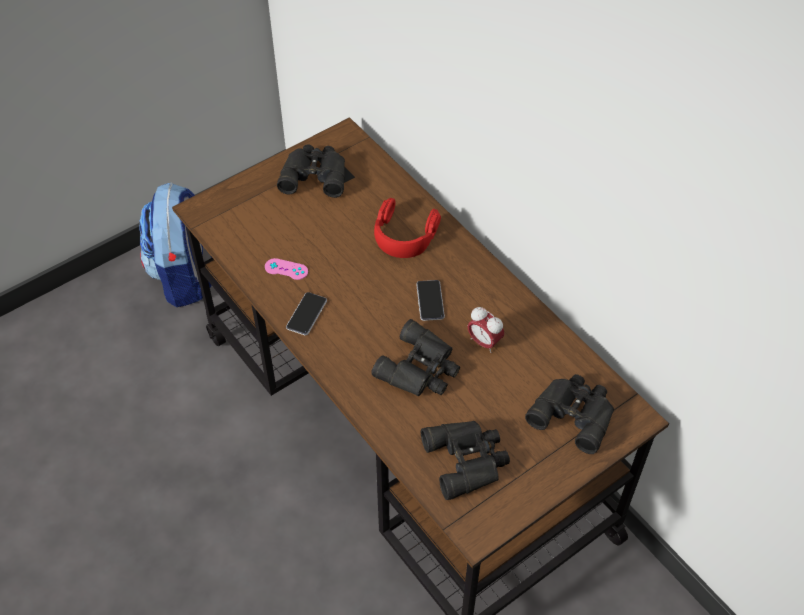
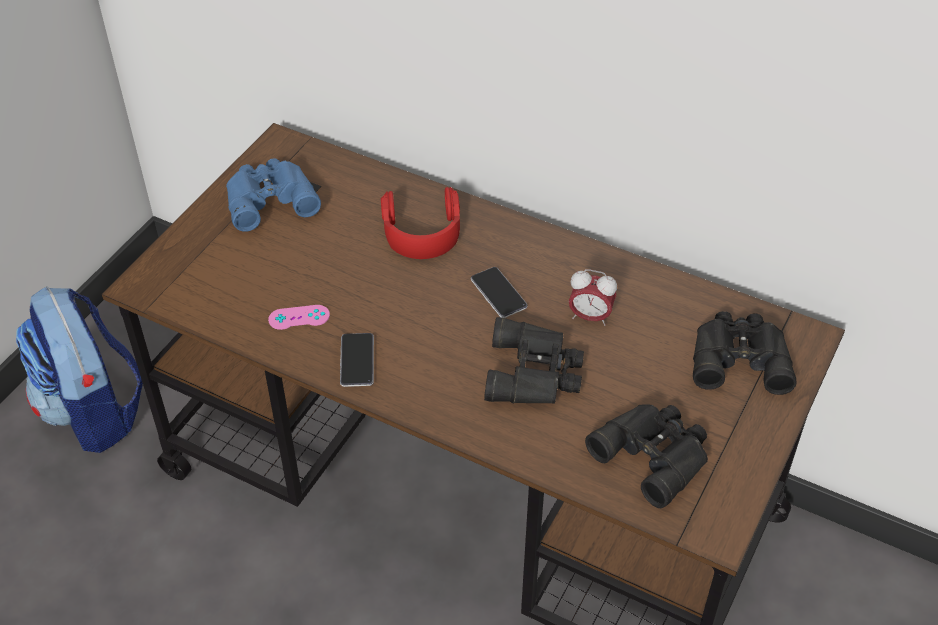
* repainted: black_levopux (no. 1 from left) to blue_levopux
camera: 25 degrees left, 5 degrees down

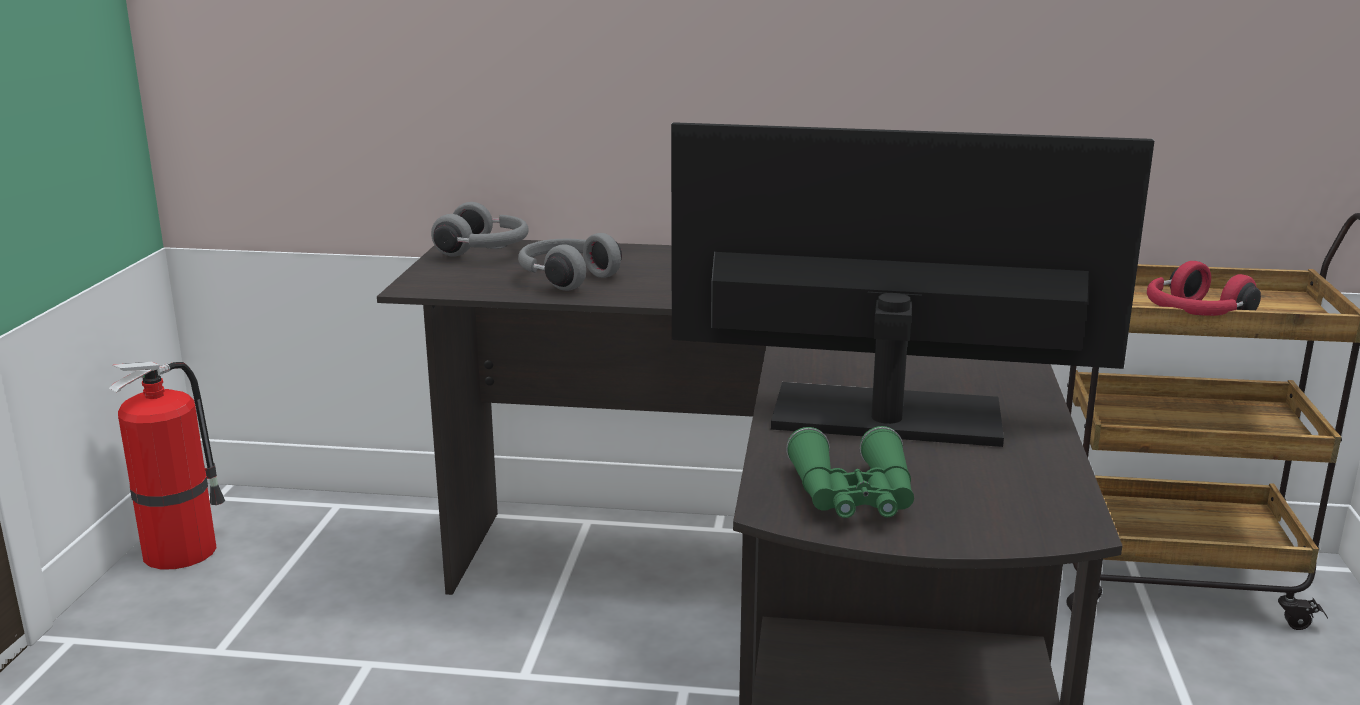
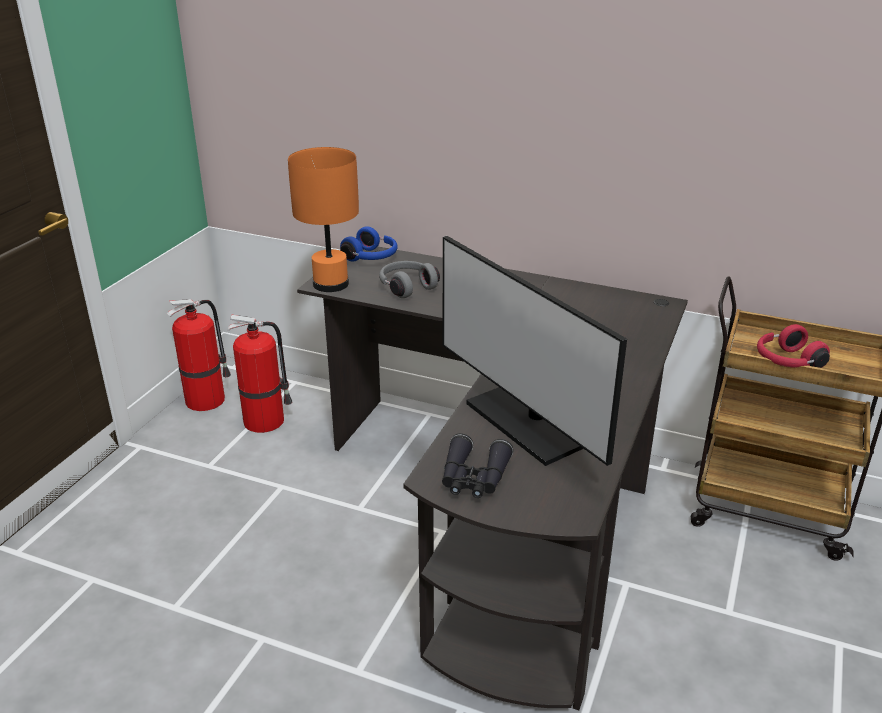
* rotated: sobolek 150 degrees counterclockwise
* repainted: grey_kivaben (no. 1 from left) to blue_kivaben
* repainted: green_levopux to black_levopux
* new: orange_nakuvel
* new: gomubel (no. 2 from left)
camera: 15 degrees right, 10 degrees up

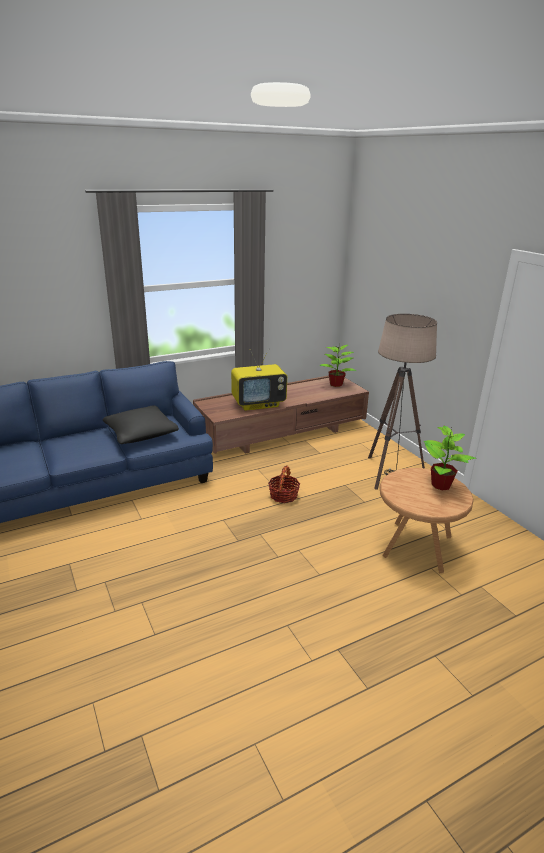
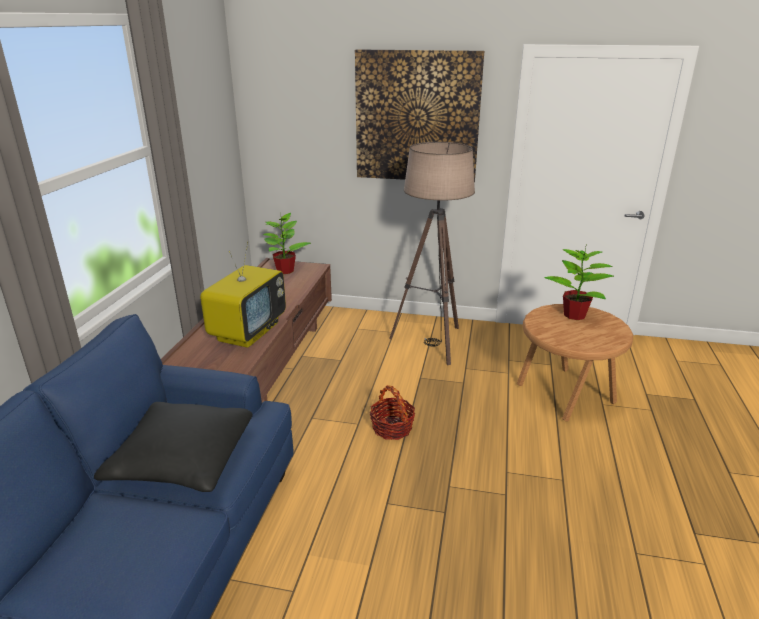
* new: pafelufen
camera: 50 degrees left, 0 degrees up

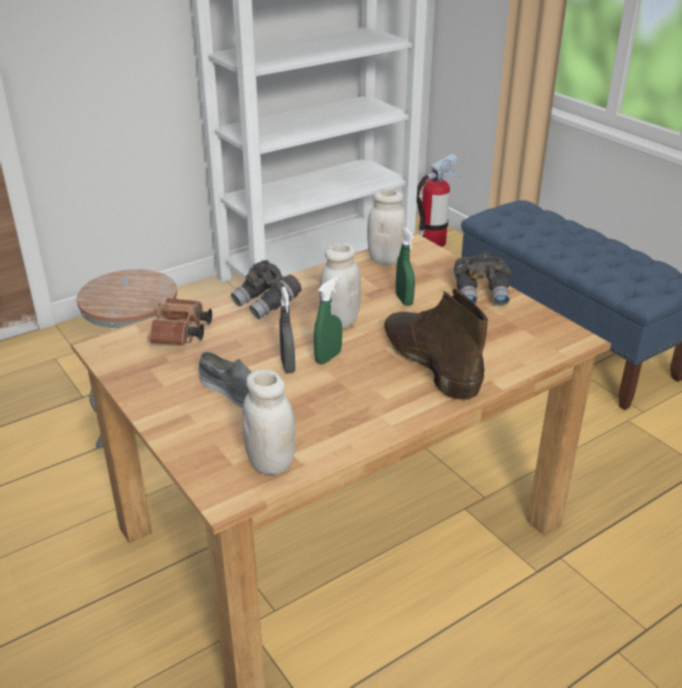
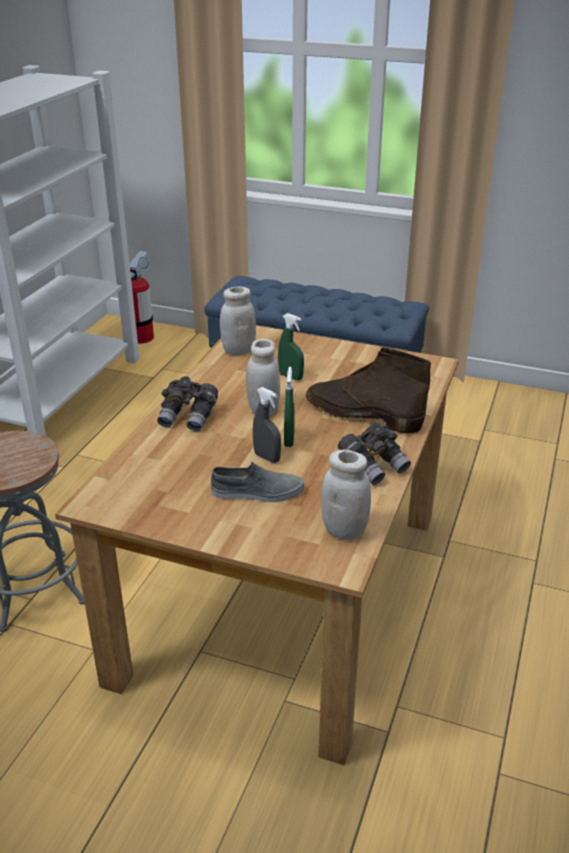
* shifted: grey_levopux (no. 2 from left)
* gone: brown_levopux
camera: 35 degrees left, 0 degrees up

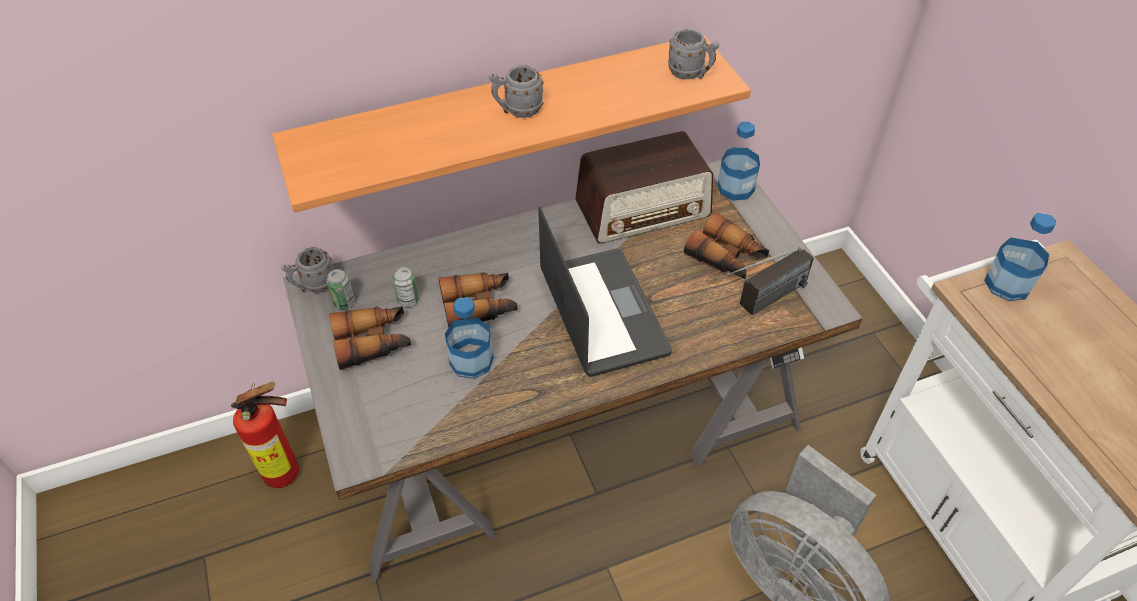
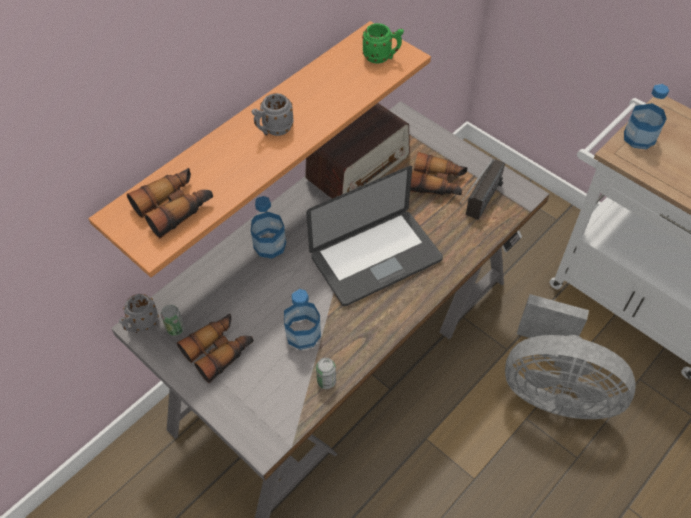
* repainted: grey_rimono (no. 3 from left) to green_rimono
* shifted: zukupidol (no. 2 from left in the first image) to zukupidol (no. 1 from left)
* rotated: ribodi 105 degrees clockwise
* shifted: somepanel (no. 2 from left)
* shifted: levopux (no. 2 from left in the first image) to levopux (no. 1 from left)
* gone: gomubel
camera: 25 degrees left, 5 degrees up

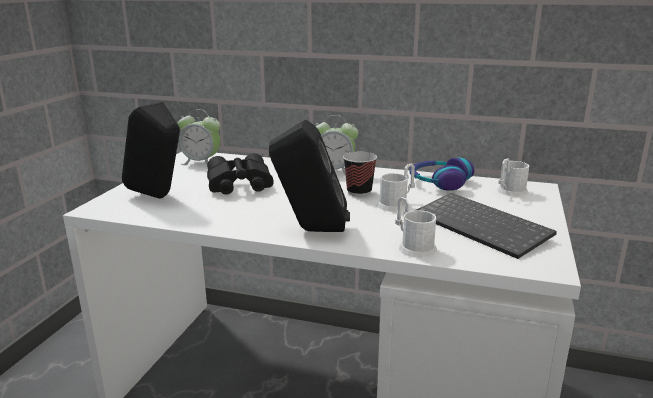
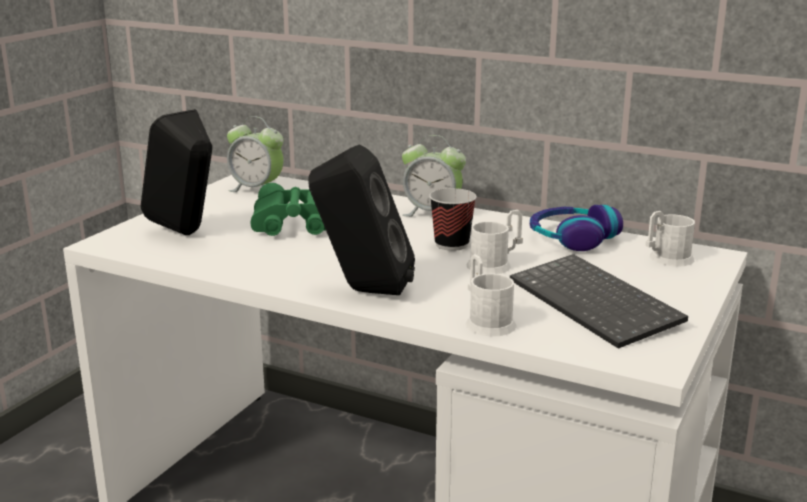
* repainted: black_levopux to green_levopux
camera: 10 degrees right, 0 degrees up

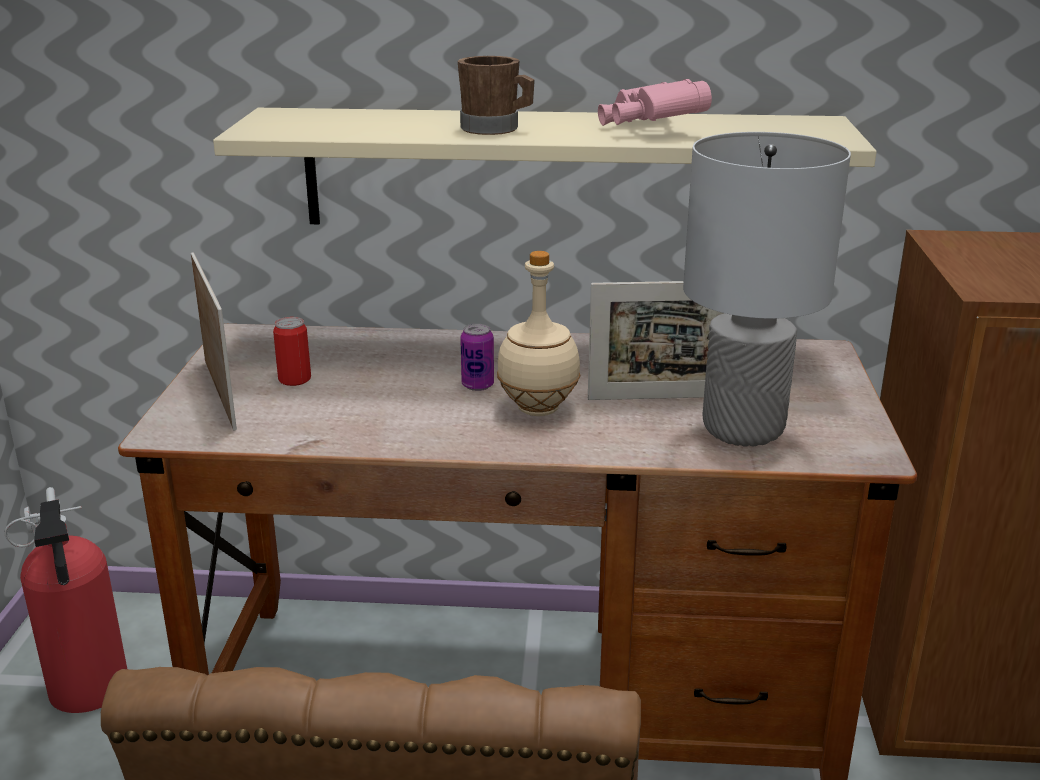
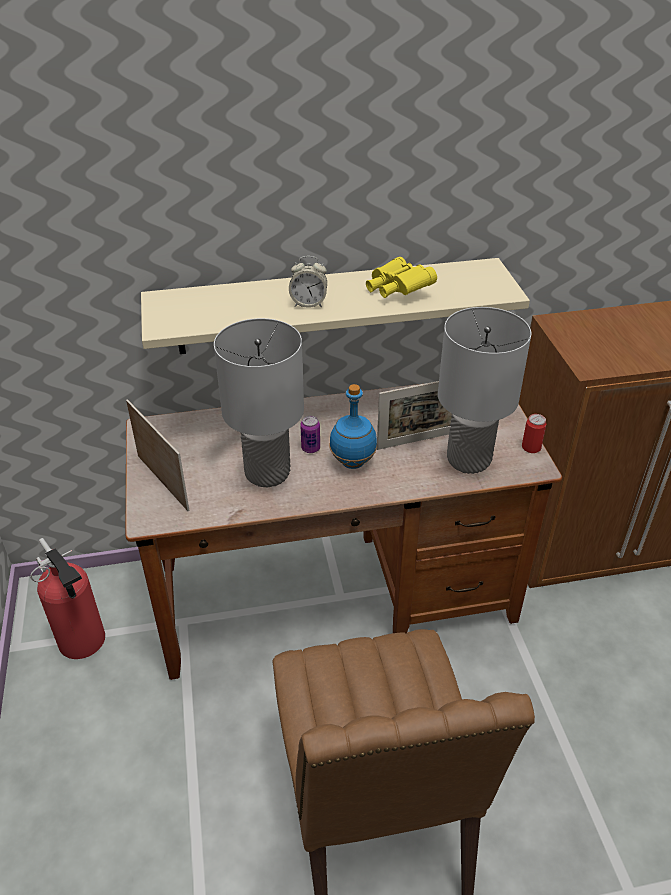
* swapped: brown_rimono to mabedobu
* repainted: pink_levopux to yellow_levopux
* repainted: beige_zukupidol to blue_zukupidol
* shifted: somepanel (no. 1 from left in the first image) to somepanel (no. 2 from left)
* new: grey_nakuvel (no. 1 from left)
camera: 15 degrees left, 15 degrees up

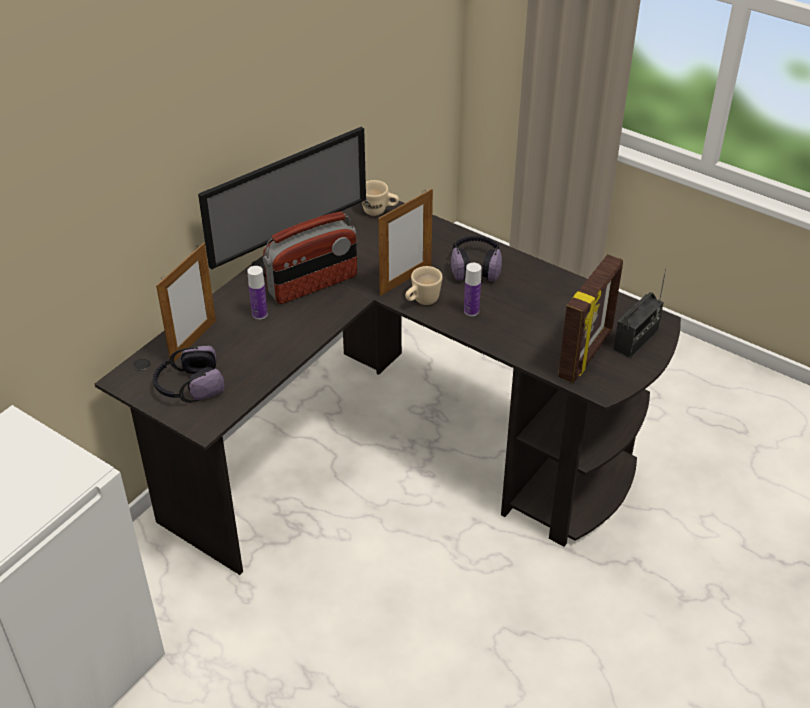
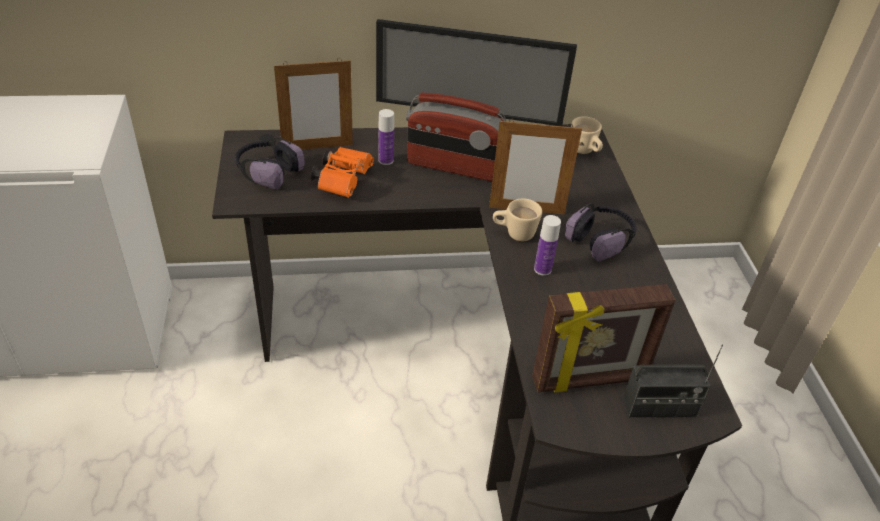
* new: orange_levopux
camera: 45 degrees right, 0 degrees up

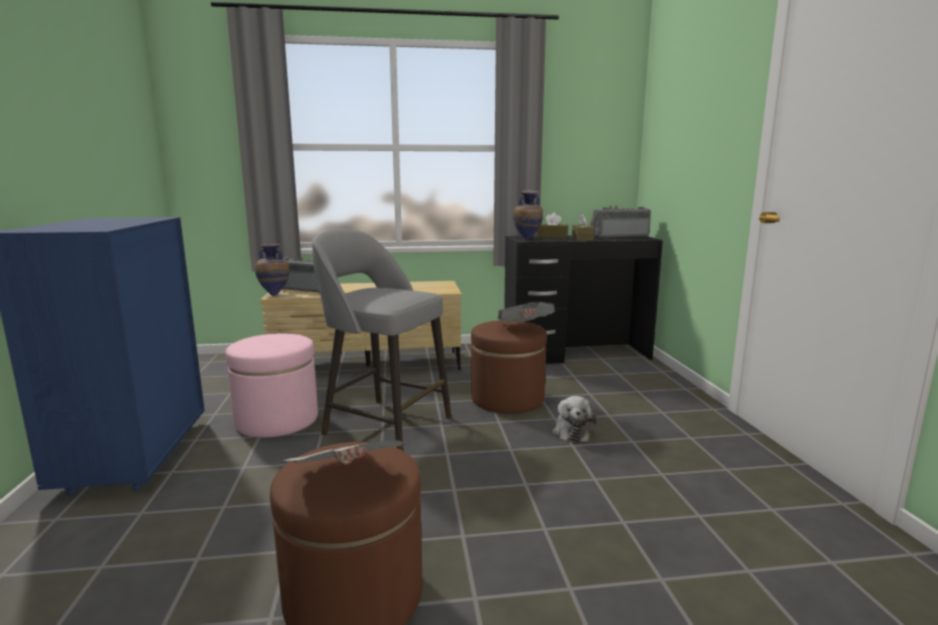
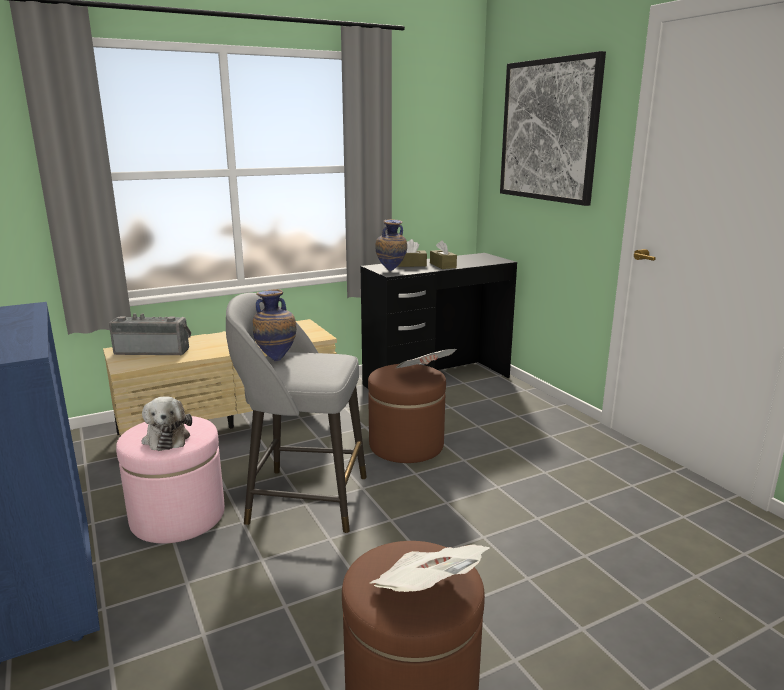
* gone: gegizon (no. 2 from left)
* shifted: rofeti (no. 1 from left)
* shifted: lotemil
* new: pafelufen
camera: 20 degrees left, 5 degrees up

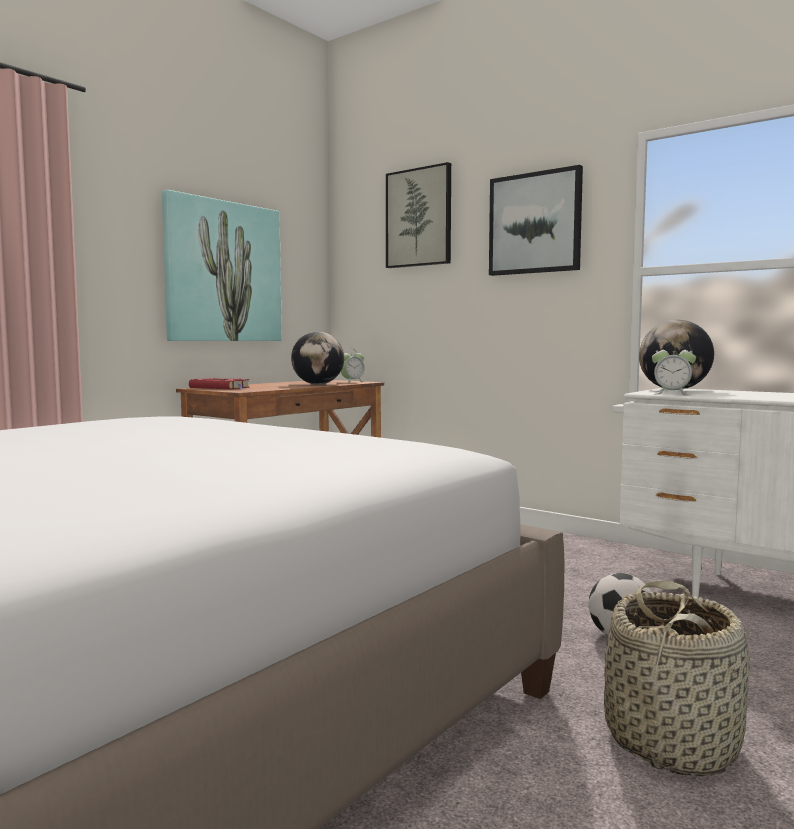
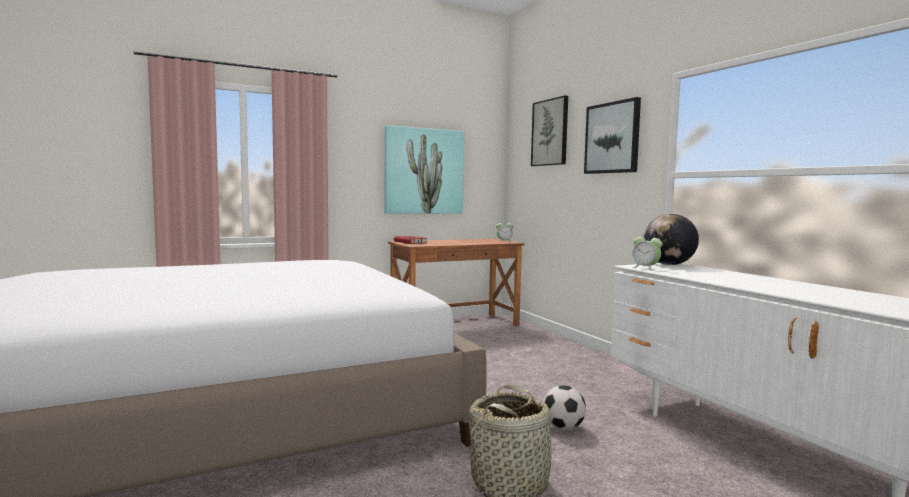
* gone: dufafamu (no. 1 from left)
camera: 25 degrees right, 0 degrees up

